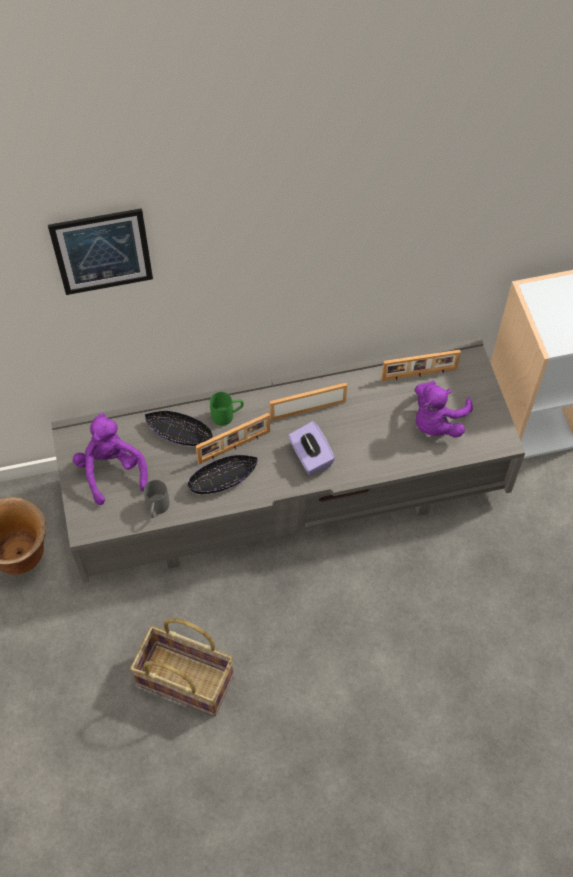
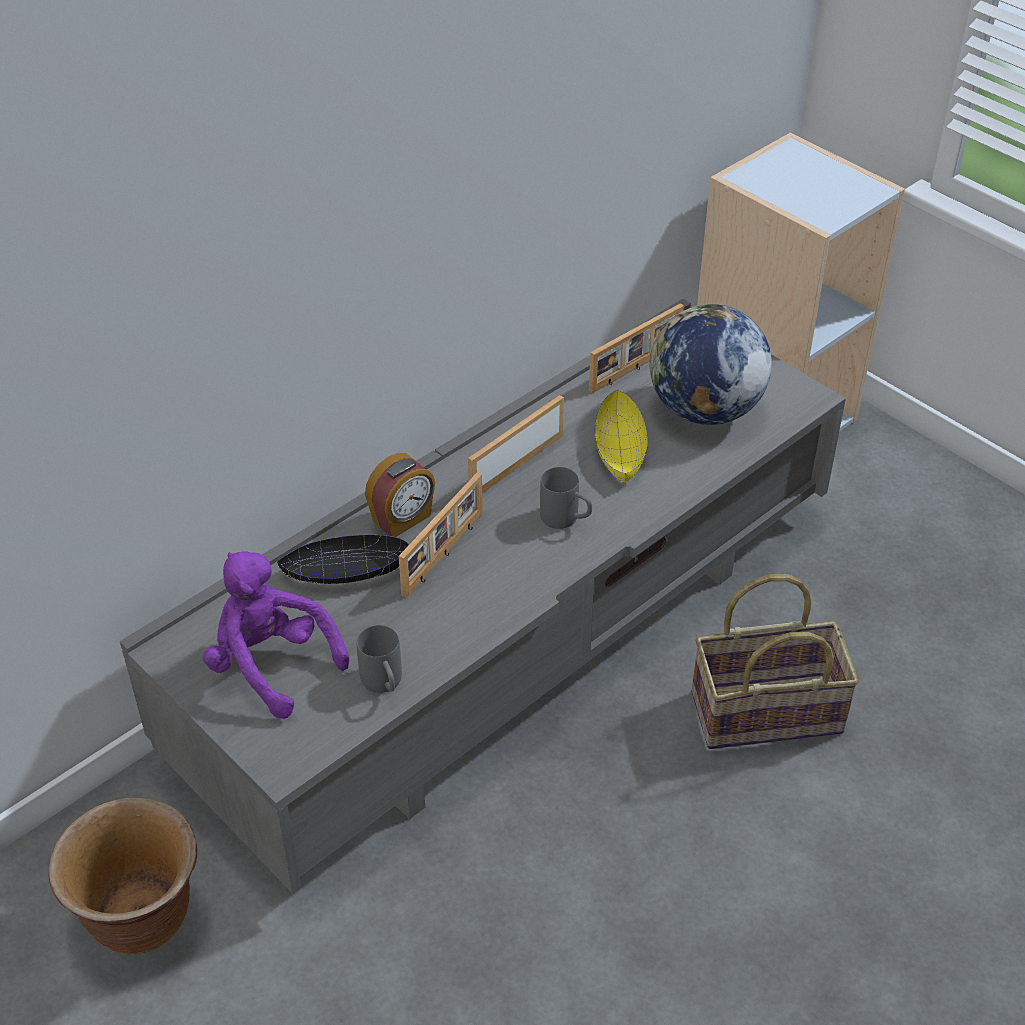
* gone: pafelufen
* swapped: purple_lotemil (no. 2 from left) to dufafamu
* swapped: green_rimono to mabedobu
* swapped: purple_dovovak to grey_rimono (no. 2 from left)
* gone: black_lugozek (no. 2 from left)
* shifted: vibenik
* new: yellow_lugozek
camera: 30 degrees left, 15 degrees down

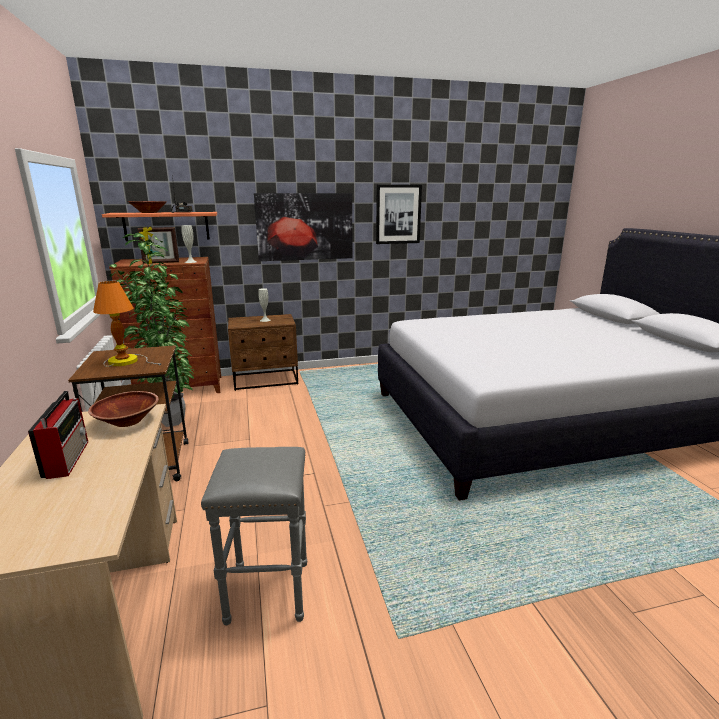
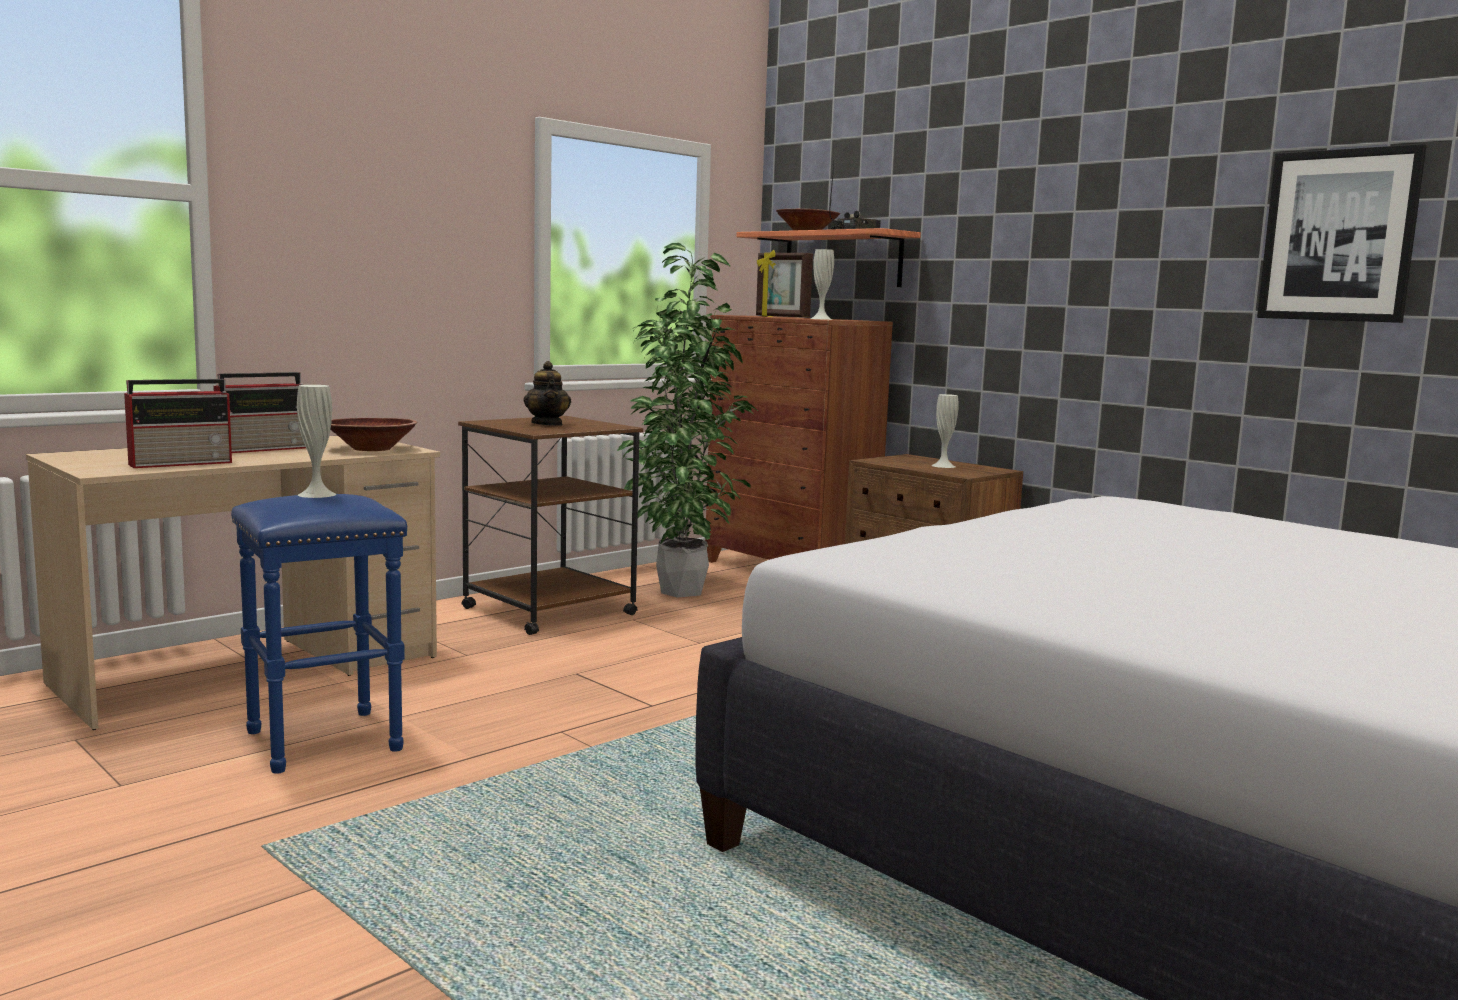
* gone: pafelufen (no. 1 from left)
* swapped: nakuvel to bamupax
* repainted: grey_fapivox to blue_fapivox
* new: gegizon (no. 1 from left)
* new: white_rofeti (no. 1 from left)
camera: 60 degrees right, 10 degrees down

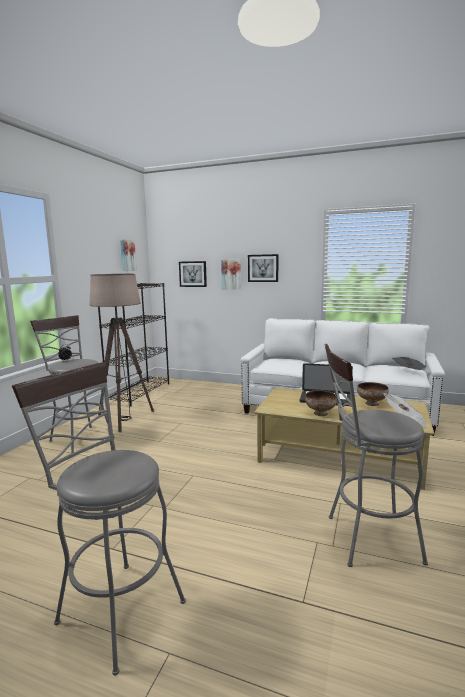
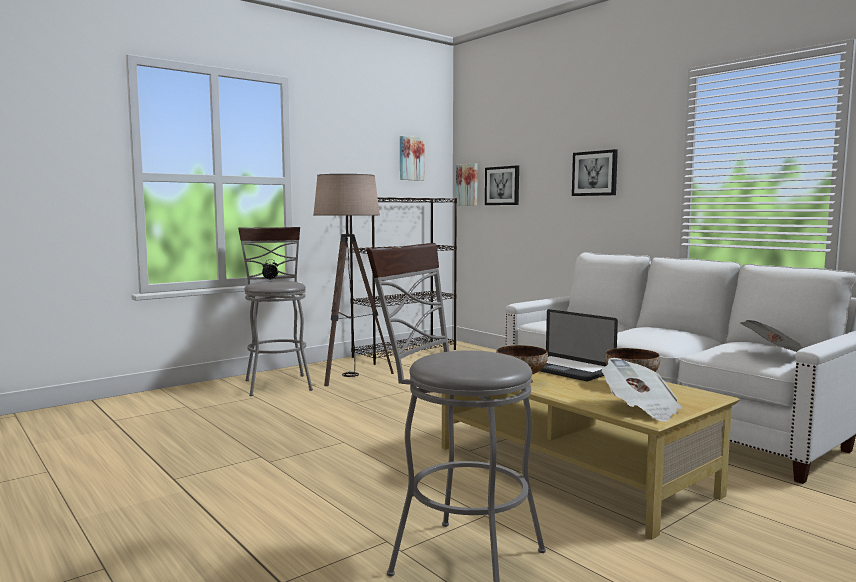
* shifted: pafelufen (no. 3 from left in the first image) to pafelufen (no. 2 from left)
* gone: grey_fapivox (no. 2 from left)
camera: 30 degrees right, 5 degrees down

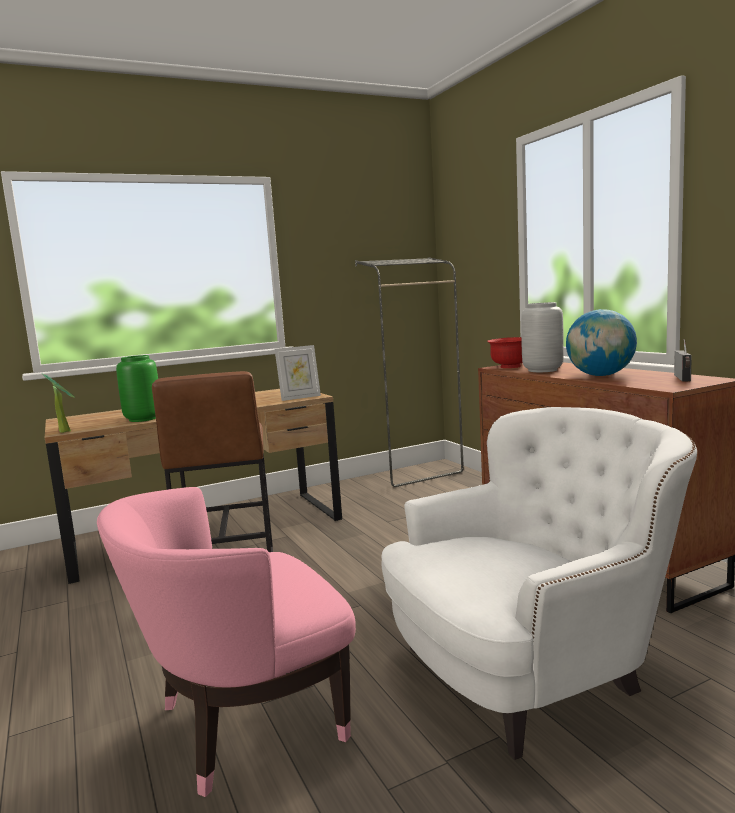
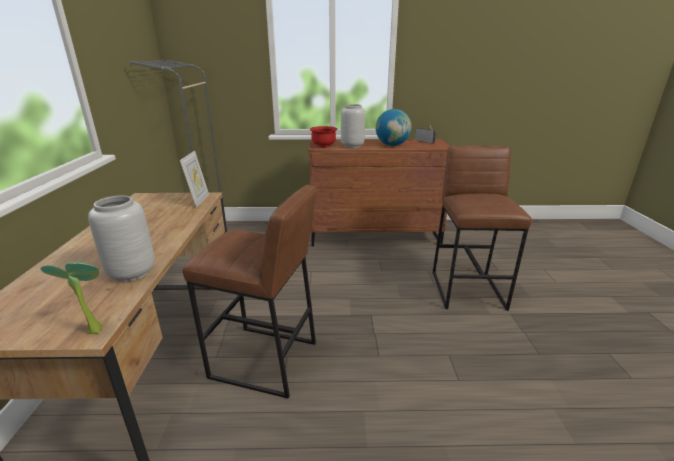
* repainted: green_rofeti to grey_rofeti (no. 1 from left)
* swapped: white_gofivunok to brown_fapivox (no. 2 from left)
* gone: pink_gofivunok
camera: 65 degrees left, 15 degrees up

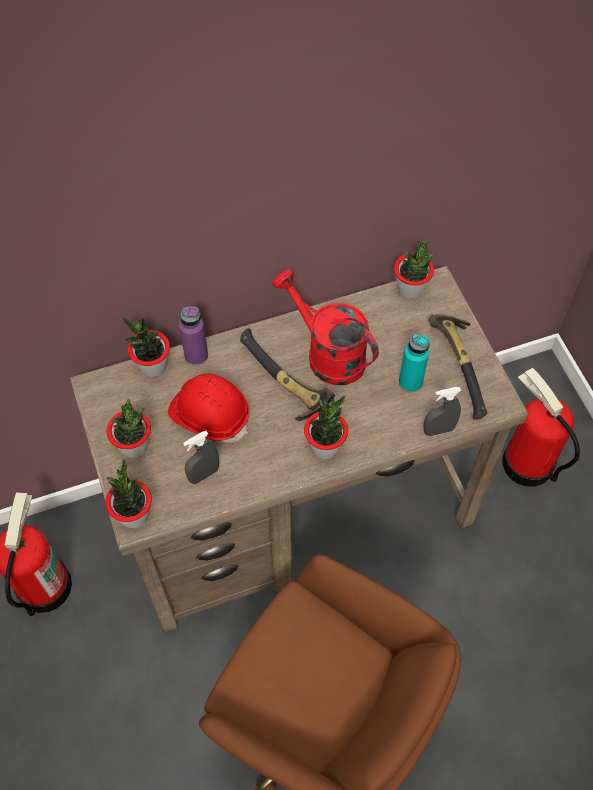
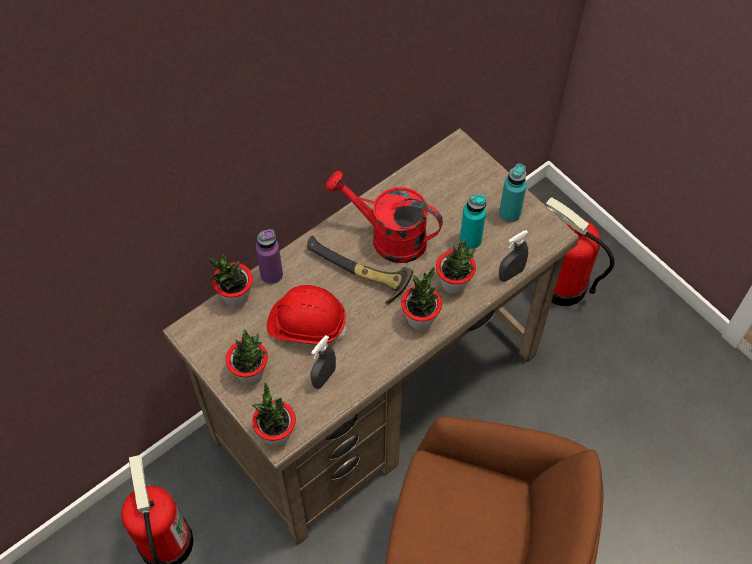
* shifted: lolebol (no. 5 from left)
* swapped: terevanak (no. 2 from left) to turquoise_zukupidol (no. 2 from left)
camera: 20 degrees left, 0 degrees up

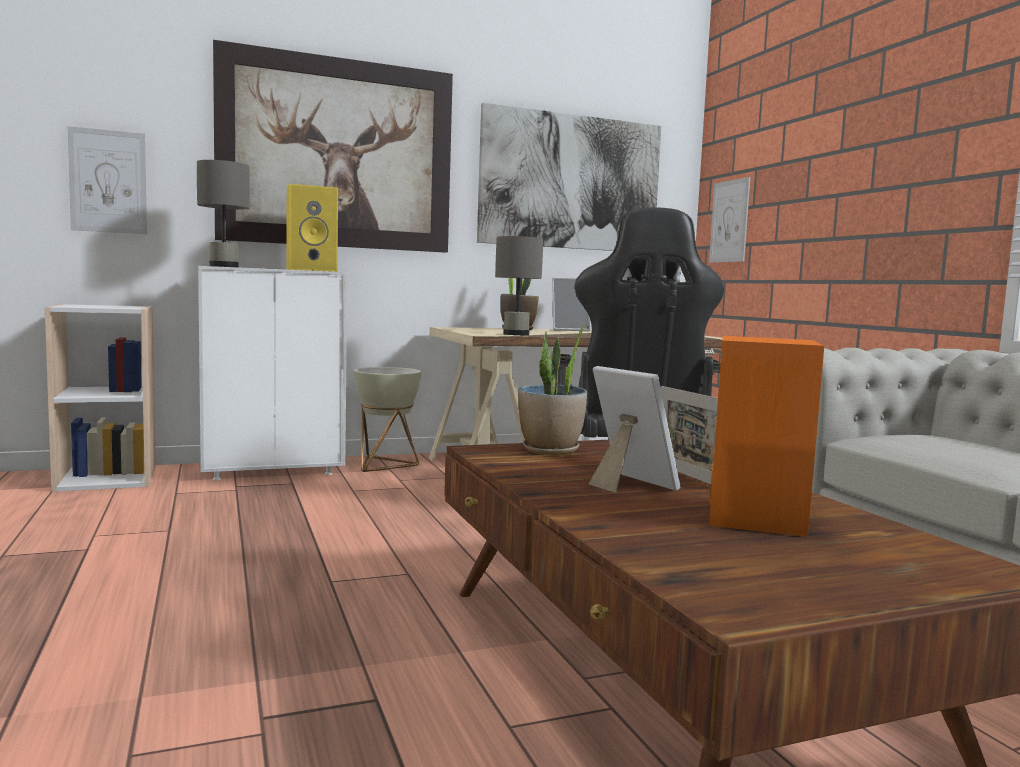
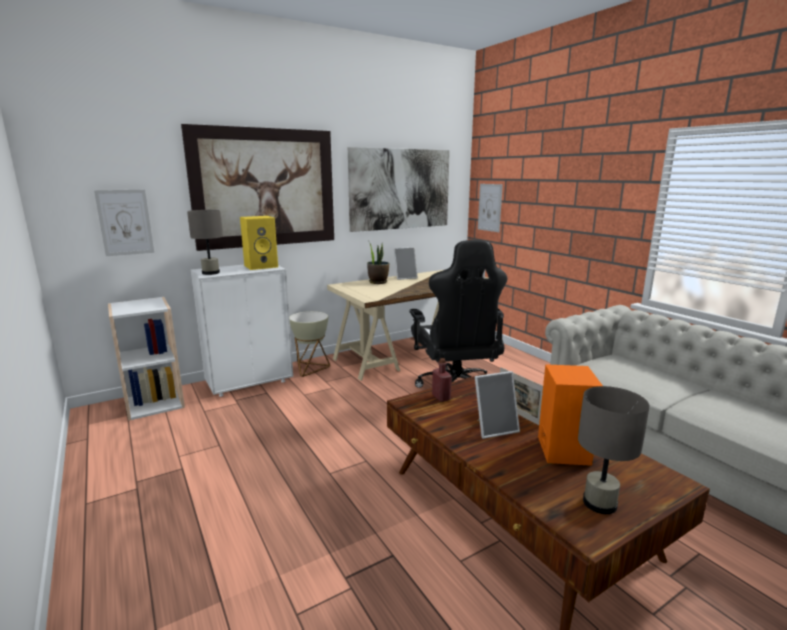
* shifted: grey_nakuvel (no. 2 from left)
* swapped: lolebol (no. 2 from left) to red_zukupidol
* rotated: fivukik (no. 2 from left) 120 degrees clockwise
camera: 10 degrees left, 10 degrees up

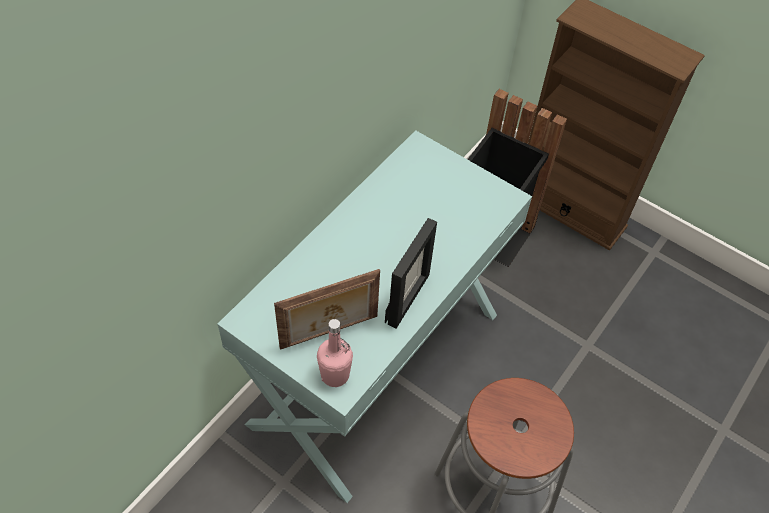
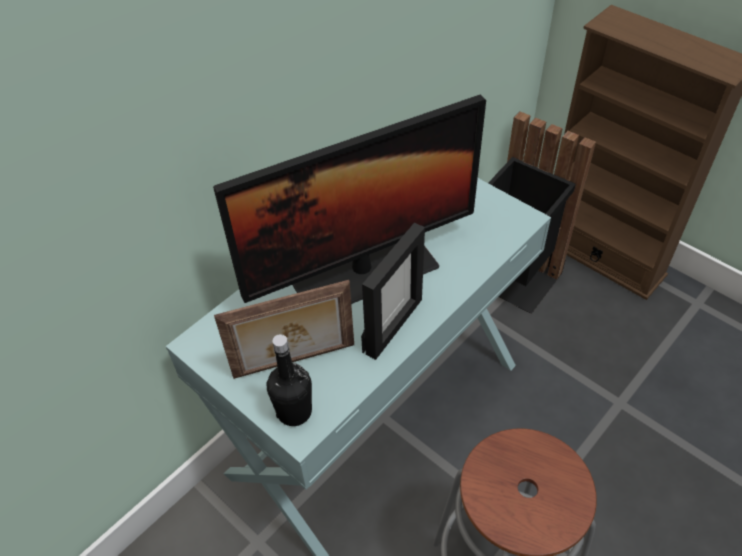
* repainted: pink_zukupidol to black_zukupidol
* new: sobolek
camera: 10 degrees right, 5 degrees down

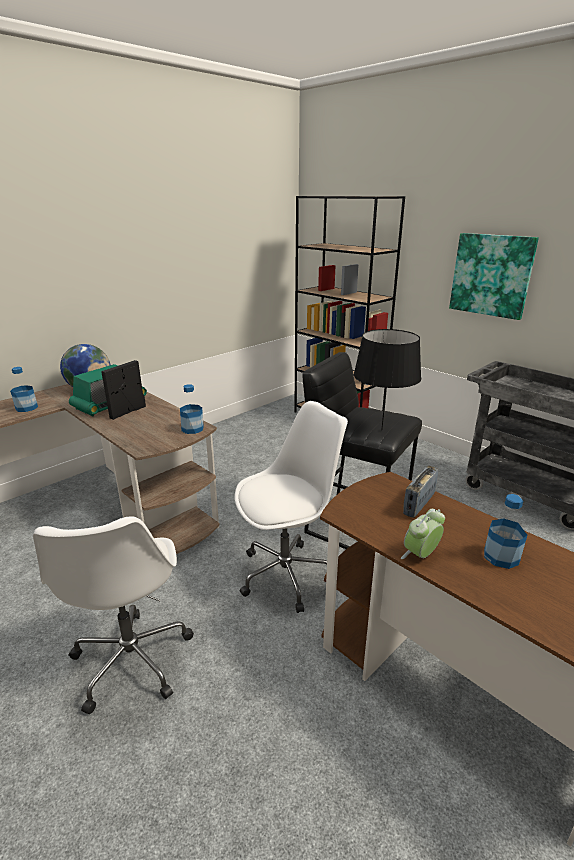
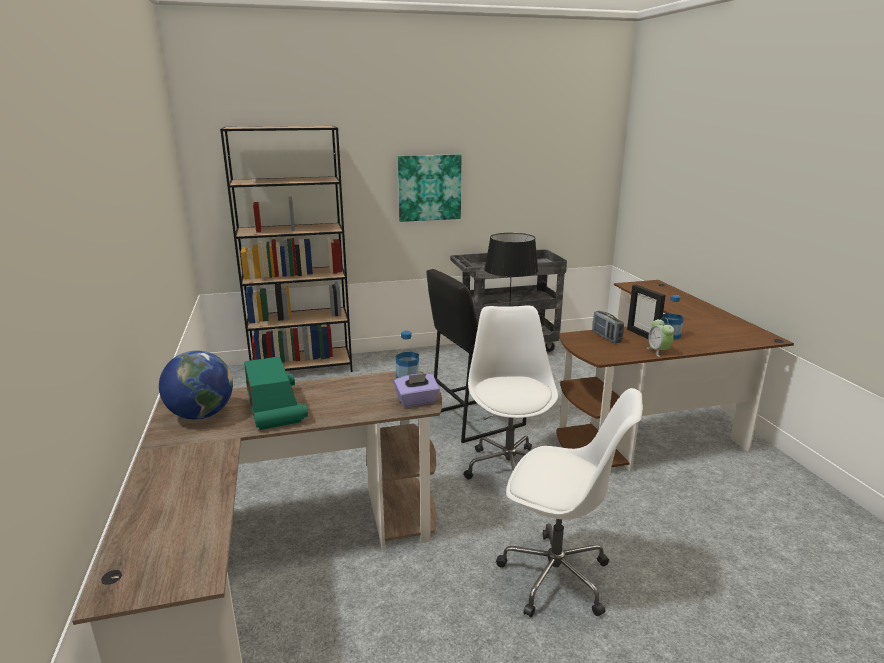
* shifted: fivukik
* gone: zukupidol (no. 1 from left)
* new: purple_dovovak
camera: 60 degrees left, 5 degrees down

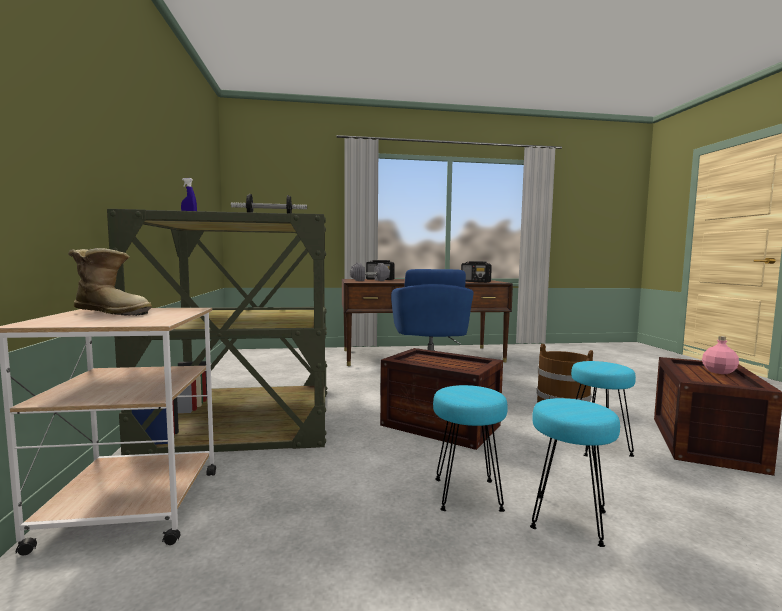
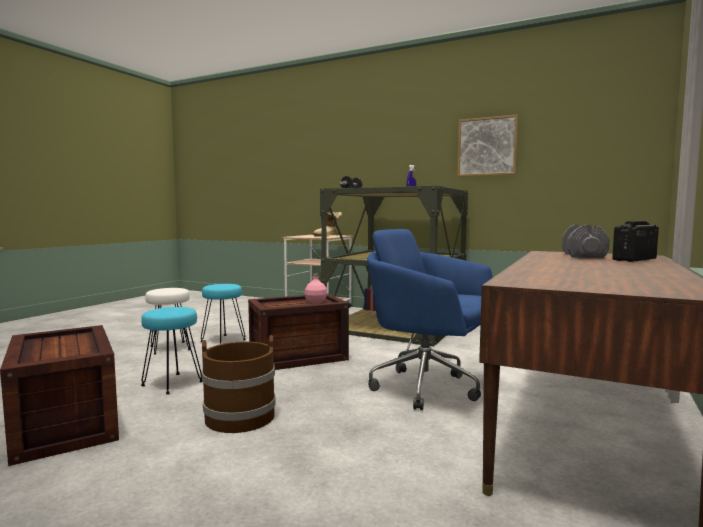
* gone: gegizon (no. 2 from left)
* shifted: pink_zukupidol
* repainted: turquoise_fapivox (no. 2 from left) to white_fapivox
* new: pafelufen
camera: 125 degrees right, 0 degrees up

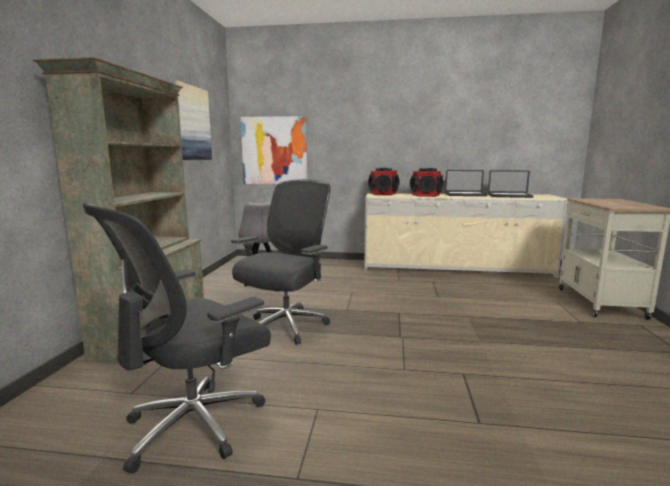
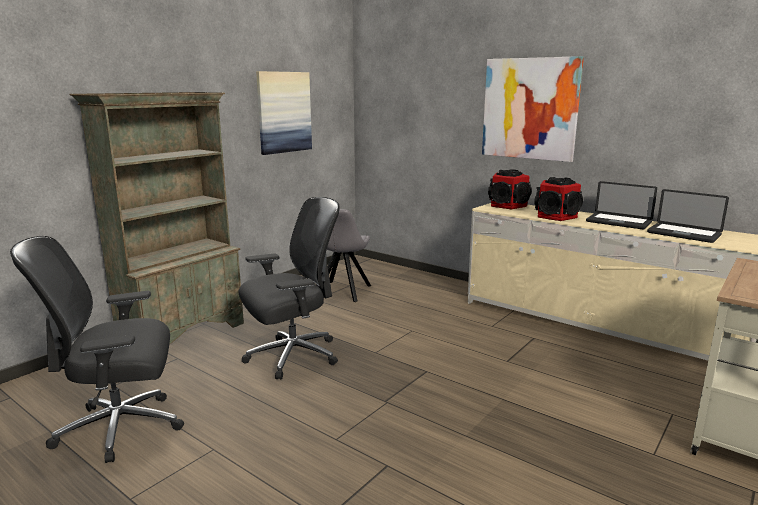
* shifted: pafelufen (no. 2 from left)
camera: 30 degrees right, 5 degrees up

